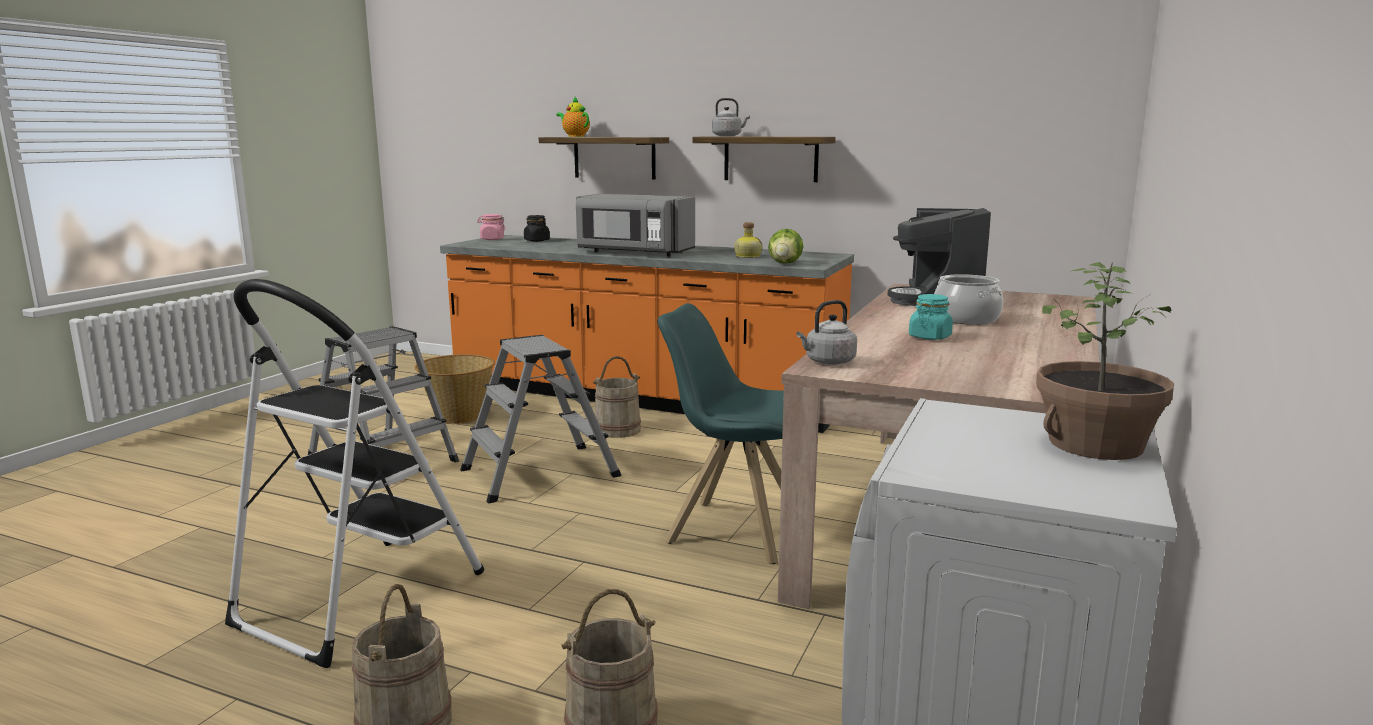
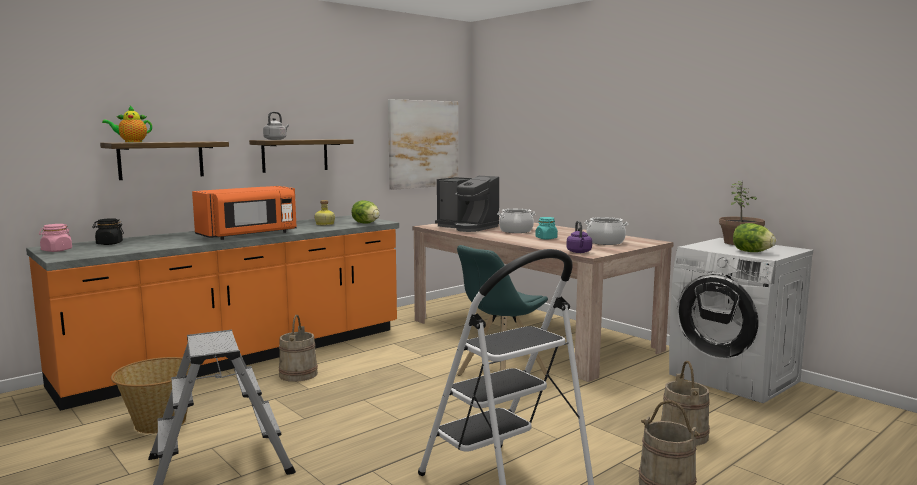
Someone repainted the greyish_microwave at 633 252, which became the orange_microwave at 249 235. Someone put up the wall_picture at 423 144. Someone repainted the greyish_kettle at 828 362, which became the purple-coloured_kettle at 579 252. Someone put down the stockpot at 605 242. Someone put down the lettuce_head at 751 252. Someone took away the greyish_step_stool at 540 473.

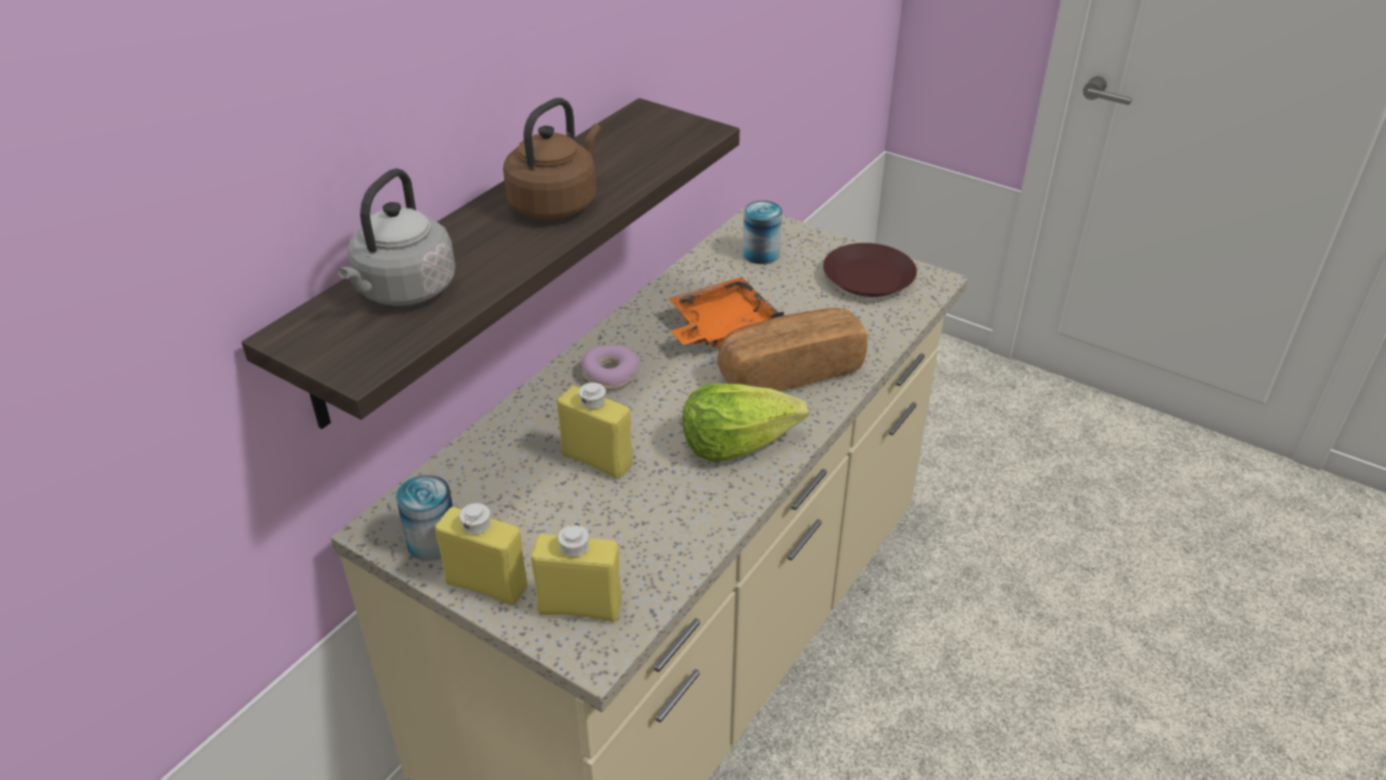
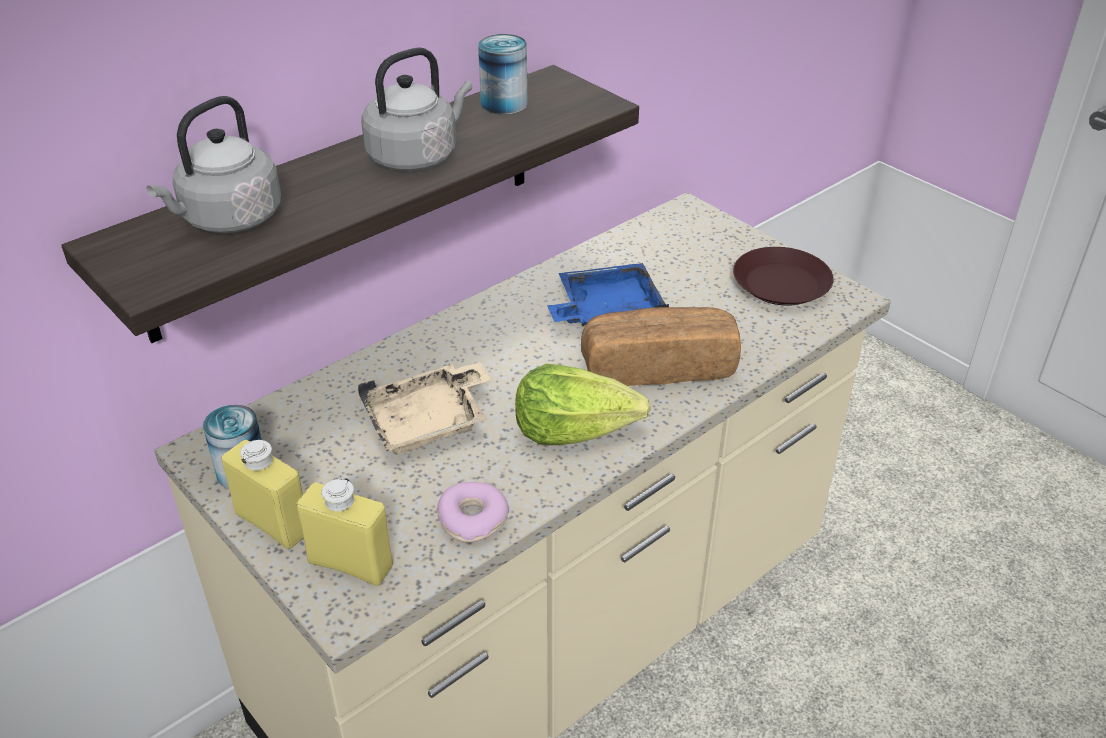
Someone swapped the yellow-coloured_drink_bottle at 597 460 for the sand-coloured_serving_tray at 428 422. Someone repainted the brown_kettle at 556 203, which became the greyish_kettle at 417 156. Someone carried the doughnut from 610 374 to 472 519. Someone carried the can from 761 254 to 504 103. Someone repainted the orange_serving_tray at 721 327, which became the blue-coloured_serving_tray at 606 311.

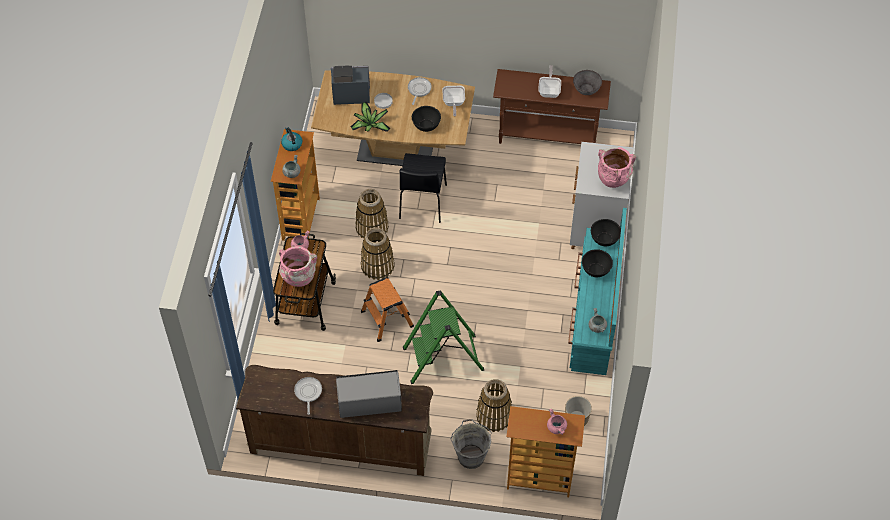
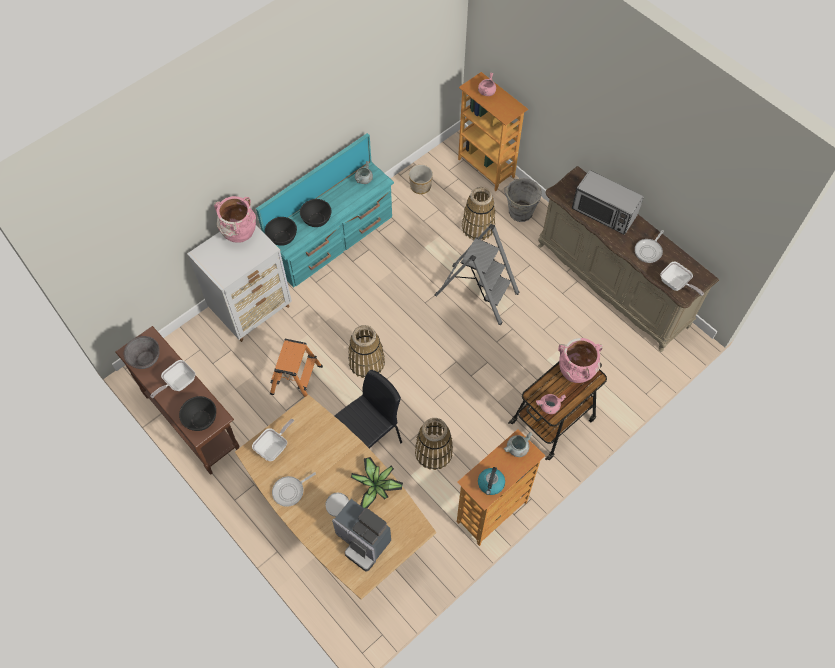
Someone carried the black-coloured_serving_bowl from 426 125 to 201 419. Someone carried the orange_step_stool from 387 319 to 296 379. Someone carried the storage_basket from 377 266 to 366 362. Someone repainted the green-coloured_step_stool at 444 358, which became the greyish_step_stool at 476 293. Someone put down the pan at 676 284.

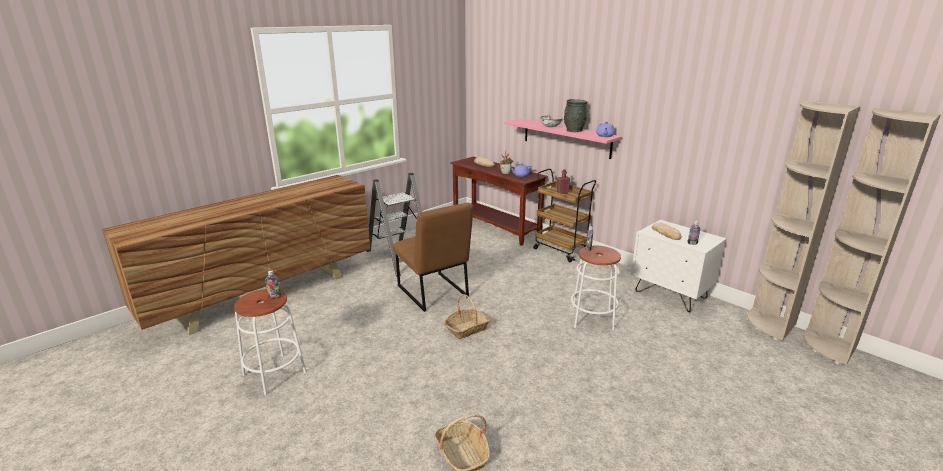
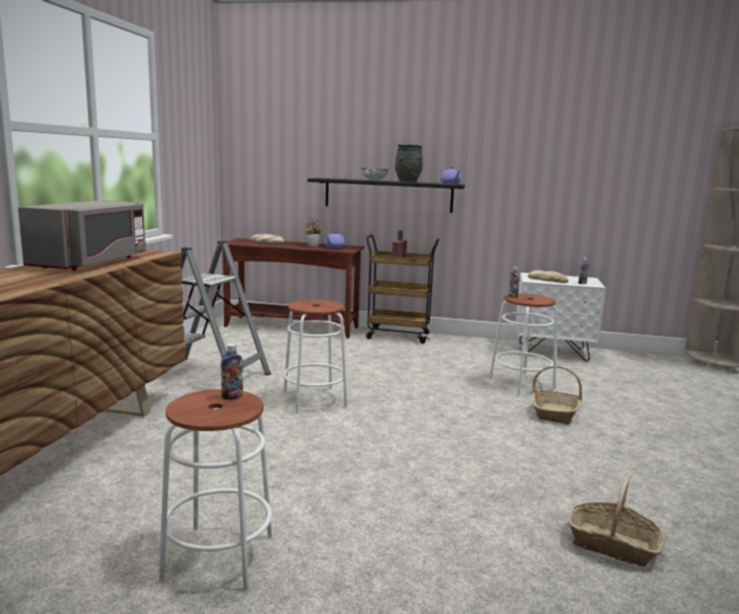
Someone put down the greyish_microwave at 91 263. Someone swapped the brown_upright_chair at 433 292 for the whitish_stool at 314 400. Someone repainted the pink-coloured_bracket_shelf at 566 138, which became the black-coloured_bracket_shelf at 388 195. Someone carried the storage_basket from 467 329 to 555 413. Someone took away the sand-coloured_bookshelf at 767 328.

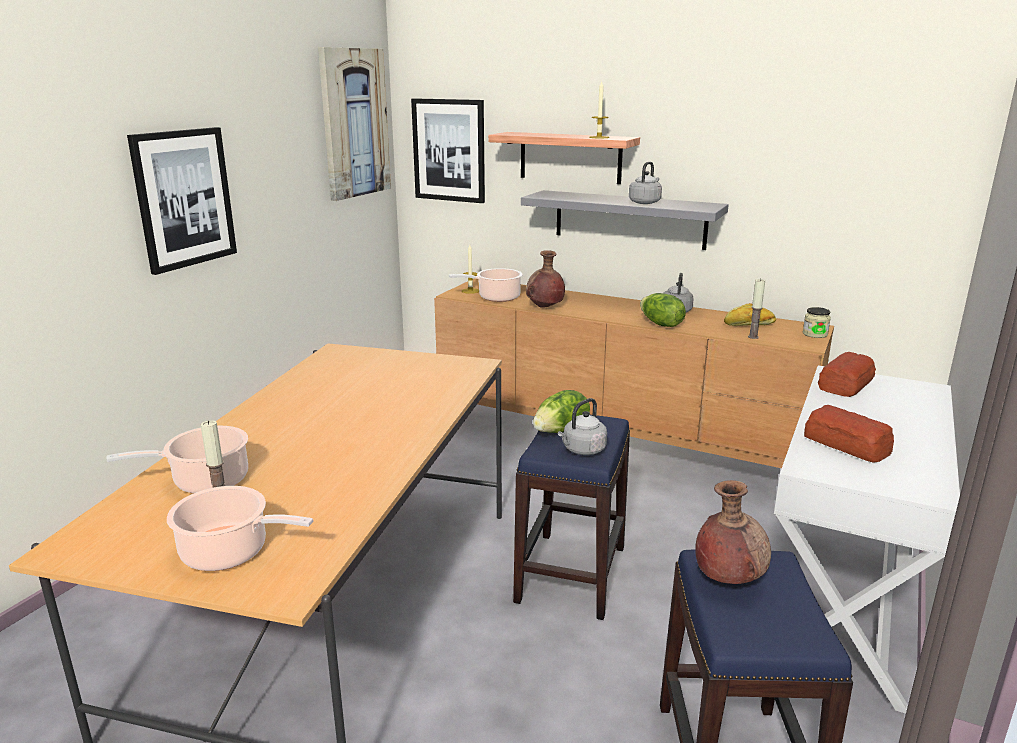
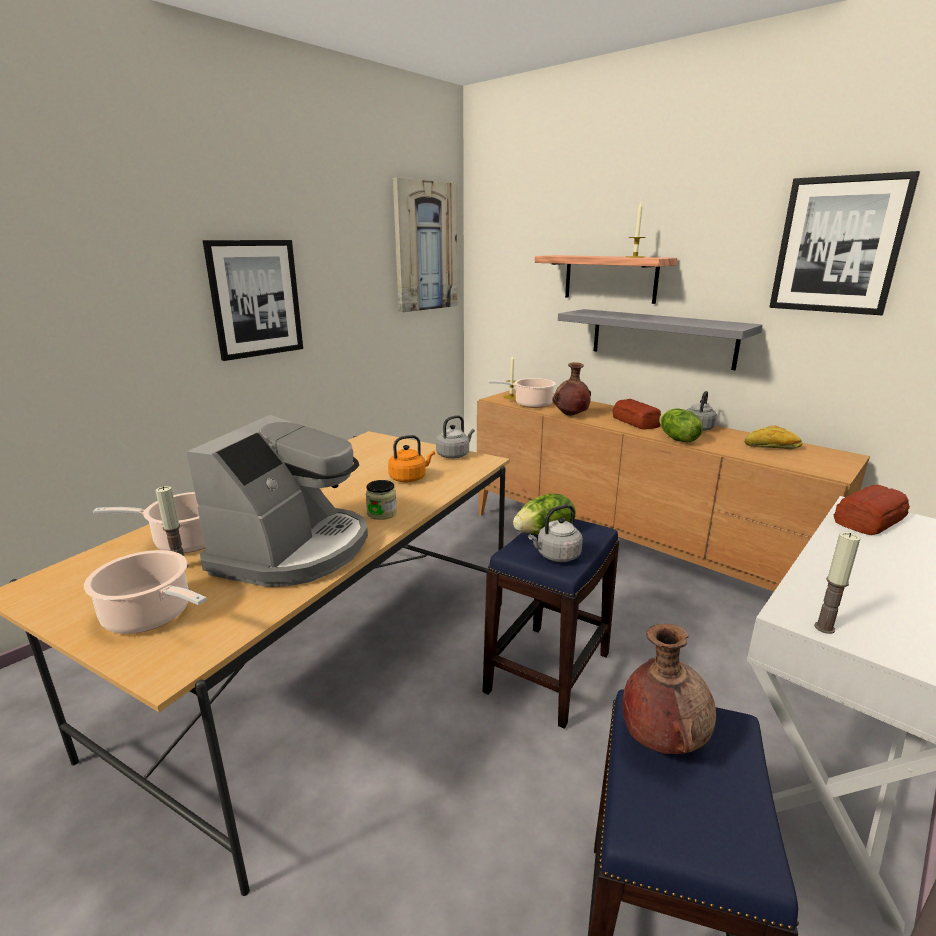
Someone put down the coffee_maker at 293 550. Someone carried the preserve_jar from 815 334 to 382 513. Someone put down the orange_kettle at 409 478. Someone carried the greyish_kettle from 645 202 to 454 455. Someone carried the bakery_bread from 847 445 to 636 422. Someone carried the wall_picture from 449 150 to 838 245. Someone carried the wax_candle from 753 337 to 824 628.

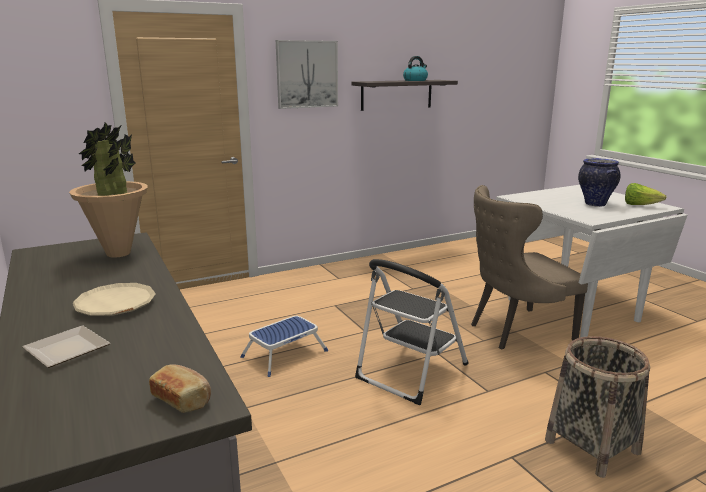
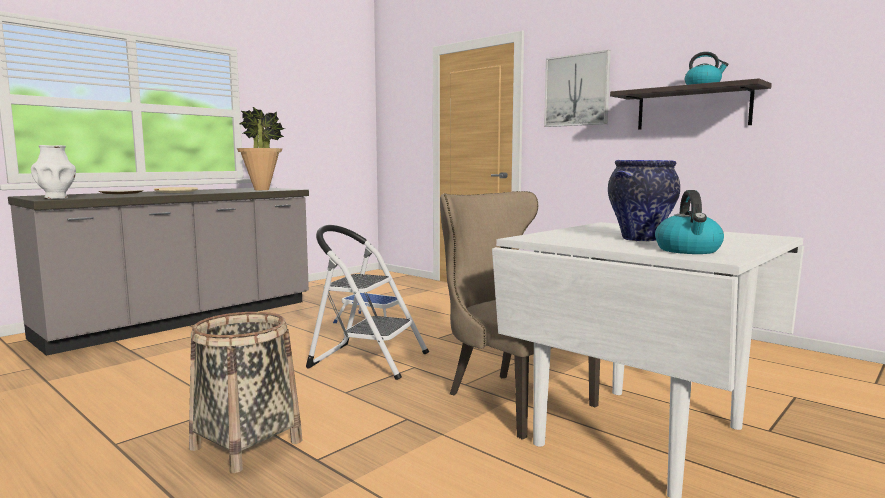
Someone swapped the bakery_bread at 182 399 for the whitish_decorative_vase at 56 198. Someone swapped the lettuce_head at 640 205 for the kettle at 688 250.

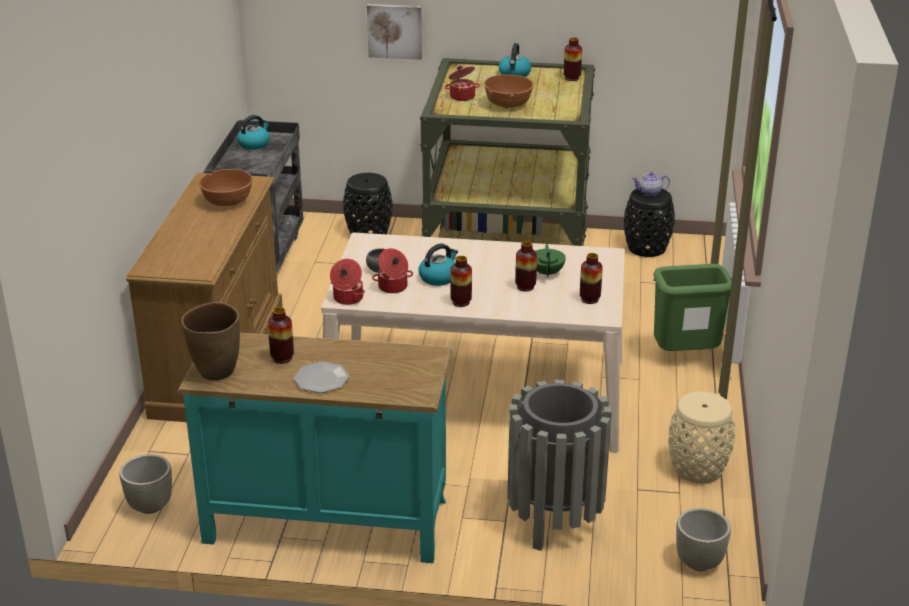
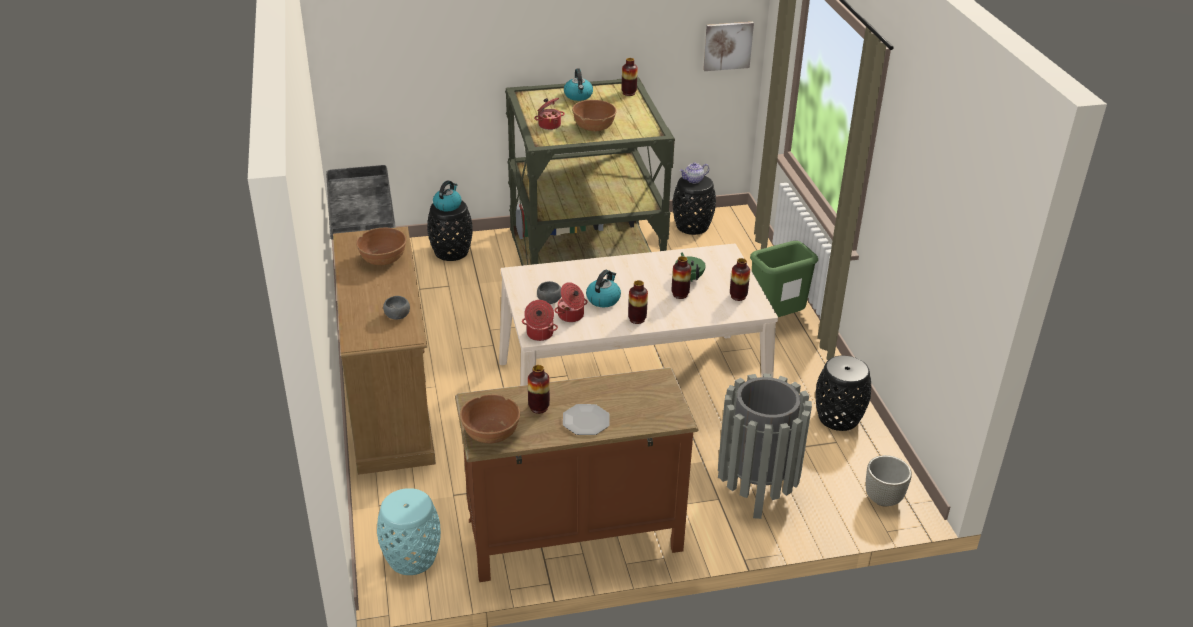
Someone swapped the greyish_plant_pot at 149 506 for the blue-green_stool at 411 558. Someone put down the greyish_serving_bowl at 396 316. Someone carried the kettle from 254 144 to 447 205. Someone repainted the blue-green_dresser at 327 519, which became the brown_dresser at 573 533. Someone swapped the brown_decorative_vase at 216 372 for the brown_serving_bowl at 490 434. Someone carried the wall_picture from 395 31 to 727 45. Someone repainted the sand-coloured_stool at 697 469, which became the black-coloured_stool at 838 418.

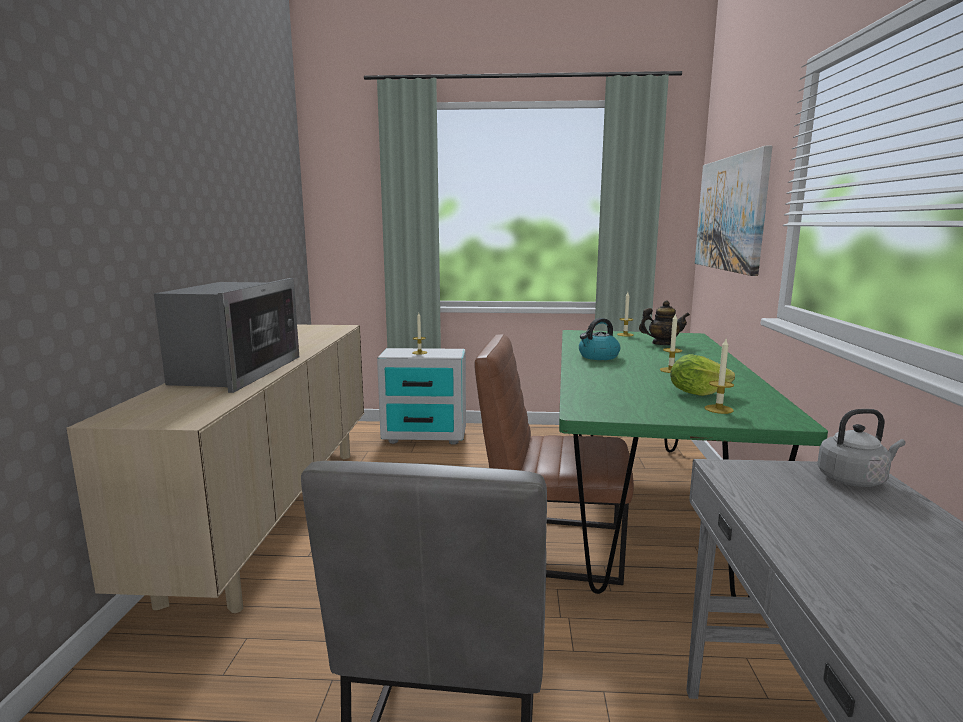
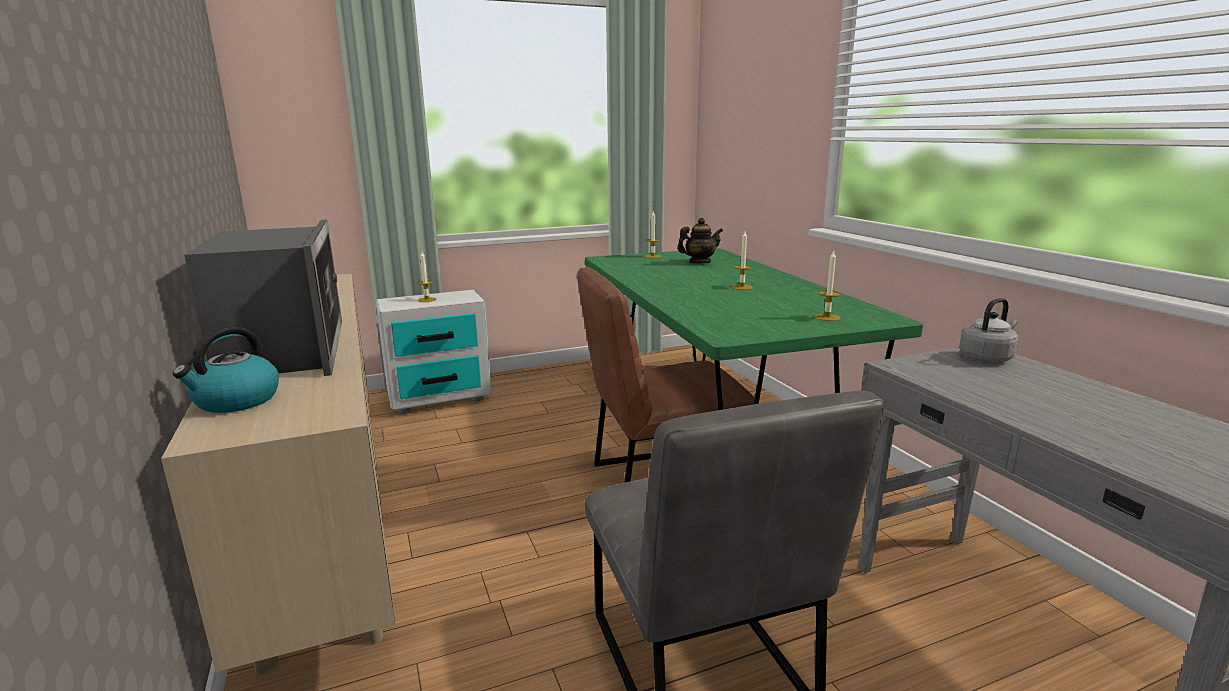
Someone carried the kettle from 598 357 to 236 401. Someone took away the lettuce_head at 696 393. Someone took away the wall_picture at 730 214.

